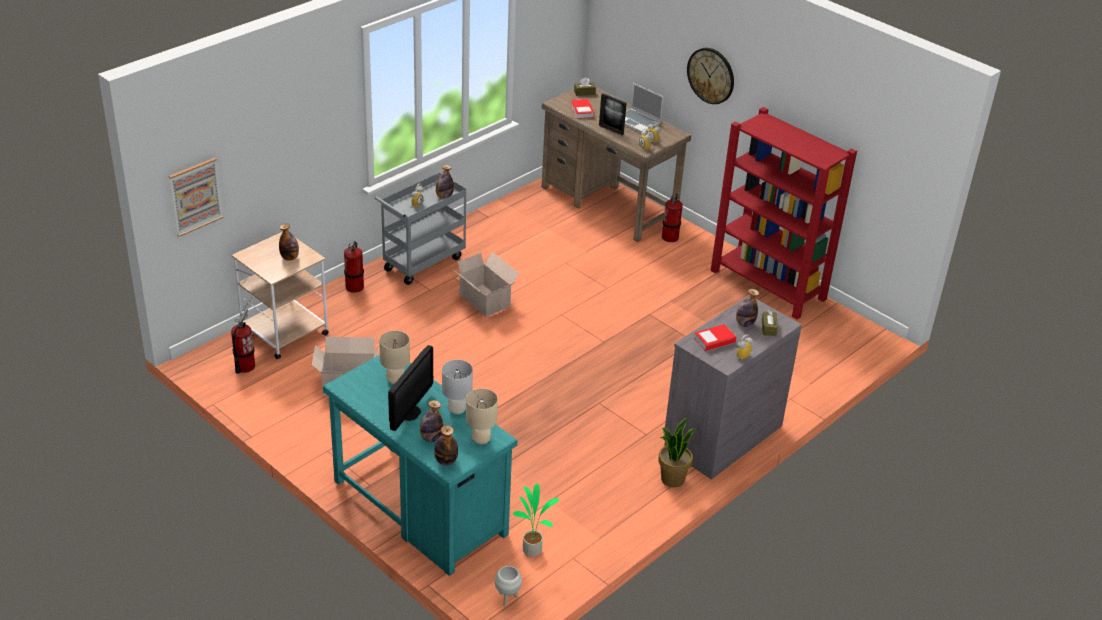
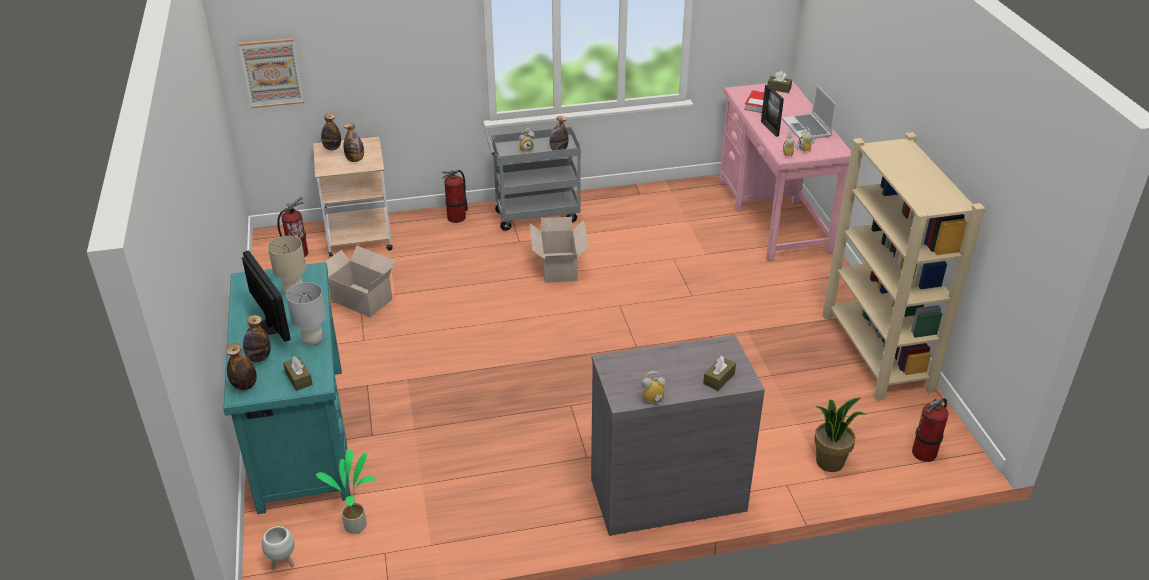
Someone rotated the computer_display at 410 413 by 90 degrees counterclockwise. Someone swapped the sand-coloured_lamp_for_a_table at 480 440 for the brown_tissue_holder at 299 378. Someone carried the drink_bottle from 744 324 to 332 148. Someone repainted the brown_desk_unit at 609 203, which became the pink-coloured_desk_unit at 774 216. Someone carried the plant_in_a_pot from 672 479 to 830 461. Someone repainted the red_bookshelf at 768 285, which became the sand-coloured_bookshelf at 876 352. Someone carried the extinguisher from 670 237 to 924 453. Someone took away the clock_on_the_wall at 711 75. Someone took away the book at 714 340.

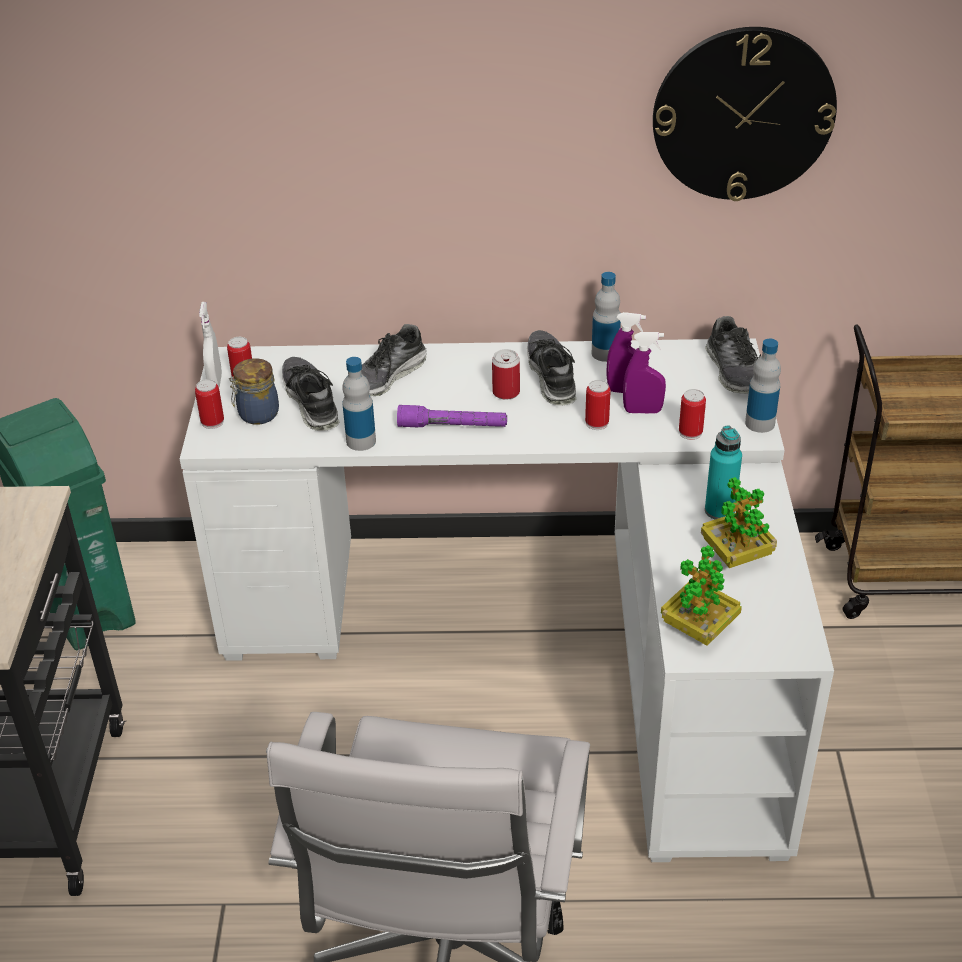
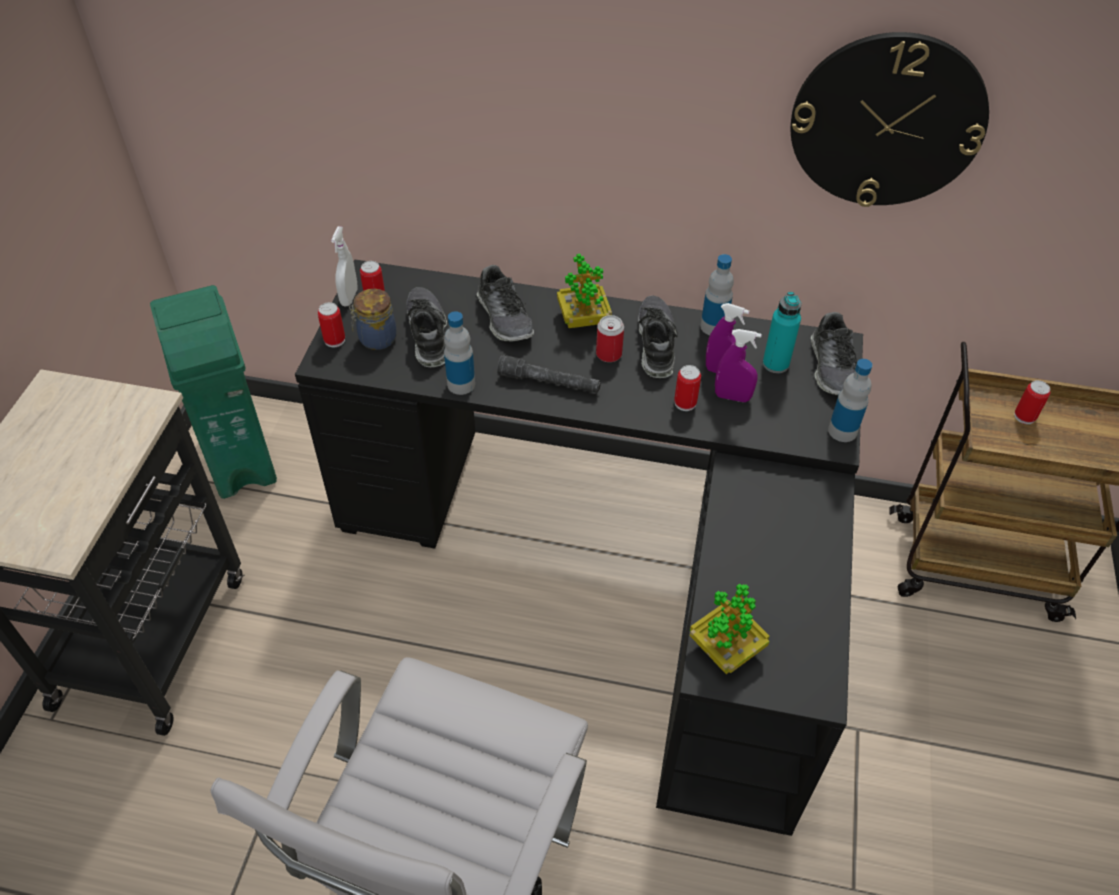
Someone repainted the whitish_desk_unit at 540 638, which became the black-coloured_desk_unit at 617 562. Someone rotated the low_shoe at 388 376 by 75 degrees counterclockwise. Someone repainted the purple-coloured_flashlight at 452 426, which became the greyish_flashlight at 549 382. Someone carried the plant_in_a_pot from 736 555 to 583 319. Someone carried the blue-green_drink_bottle from 719 511 to 775 364. Someone carried the can from 690 432 to 1024 416.

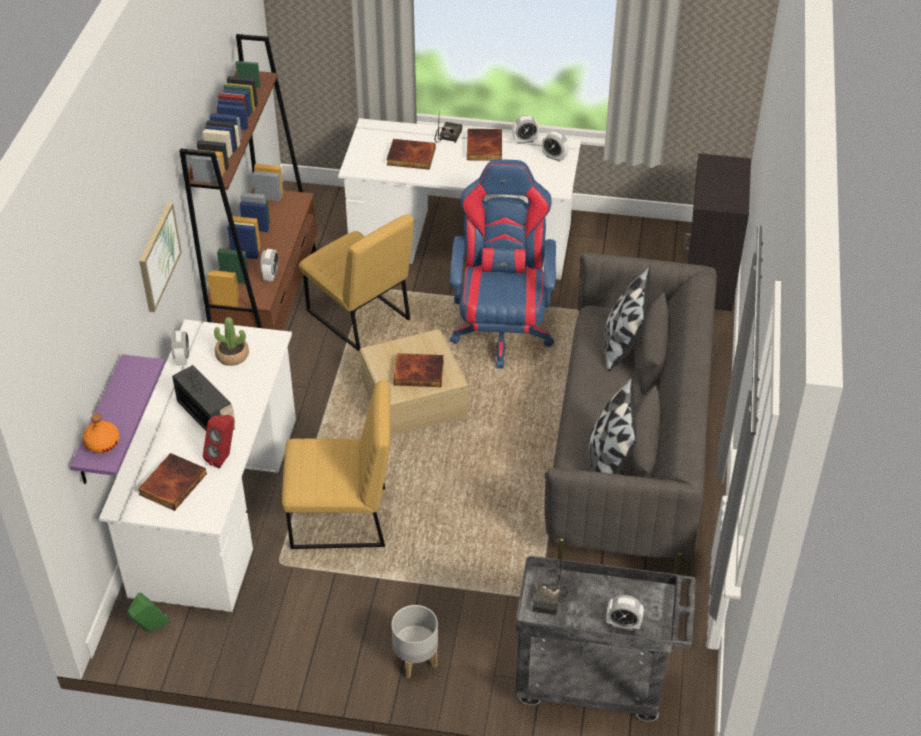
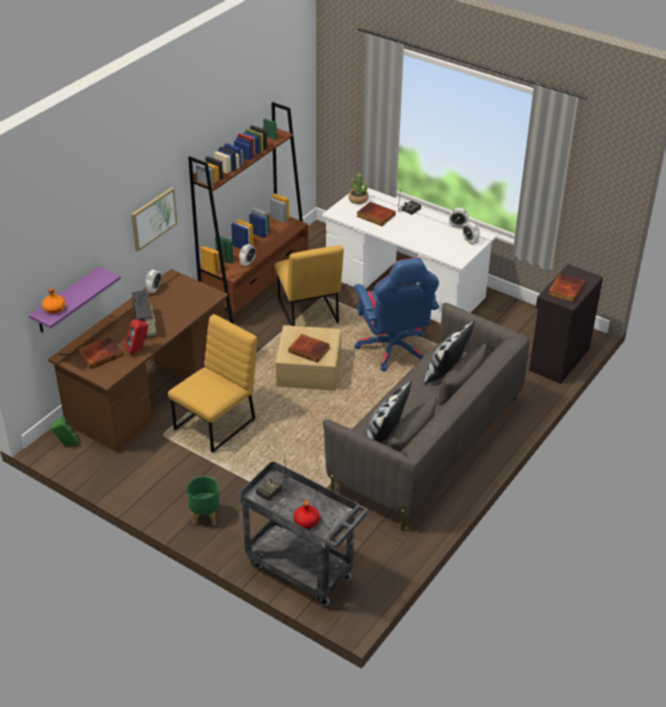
Someone repainted the whitish_desk_unit at 215 505, which became the brown_desk_unit at 148 390. Someone rotated the yellow-coloured_upright_chair at 342 518 by 75 degrees counterclockwise. Someone repainted the greyish_plant_pot at 415 660, which became the green-coloured_plant_pot at 204 517. Someone swapped the bedside_clock at 623 624 for the red_drink_bottle at 306 521. Someone carried the plant_in_a_pot from 232 355 to 358 199. Someone rotated the blue-coloured_office_chair at 502 332 by 135 degrees clockwise. Someone carried the book from 483 147 to 565 289.

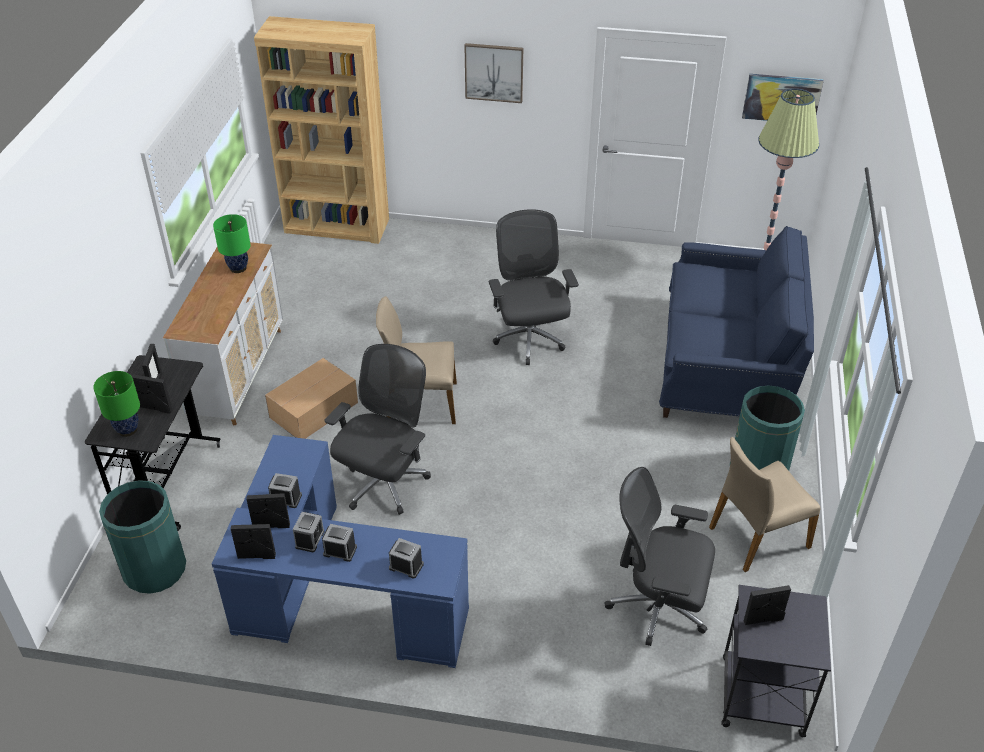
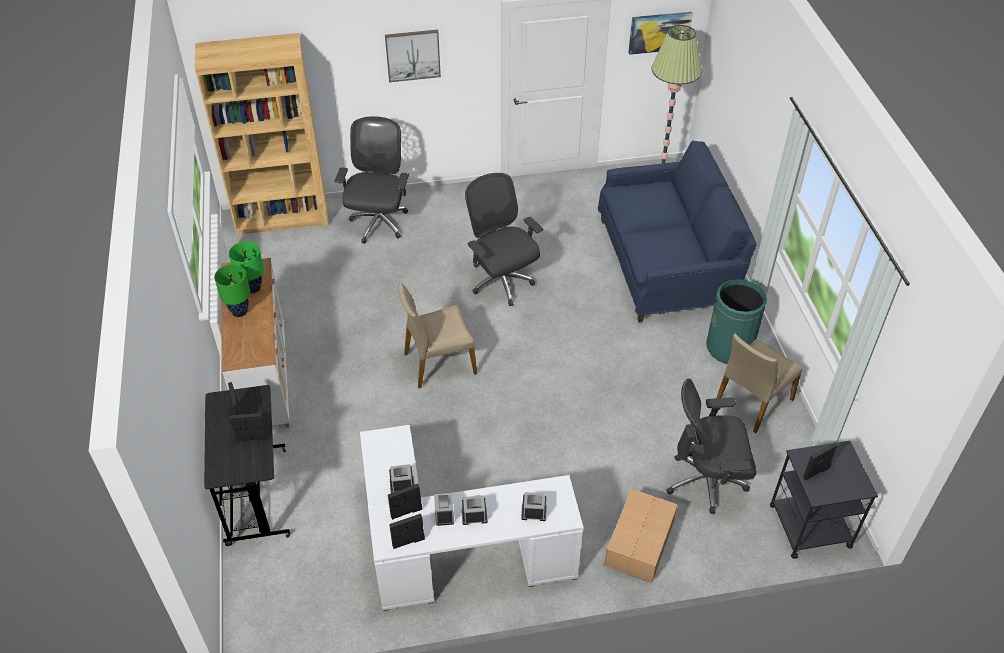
Someone carried the green-coloured_lamp_for_a_table from 127 430 to 239 311. Someone carried the office_chair from 386 484 to 379 223. Someone repainted the blue-coloured_desk_unit at 333 596, which became the whitish_desk_unit at 451 552. Someone carried the packing_box from 315 409 to 640 542. Someone took away the green-coloured_trash_can at 154 569.

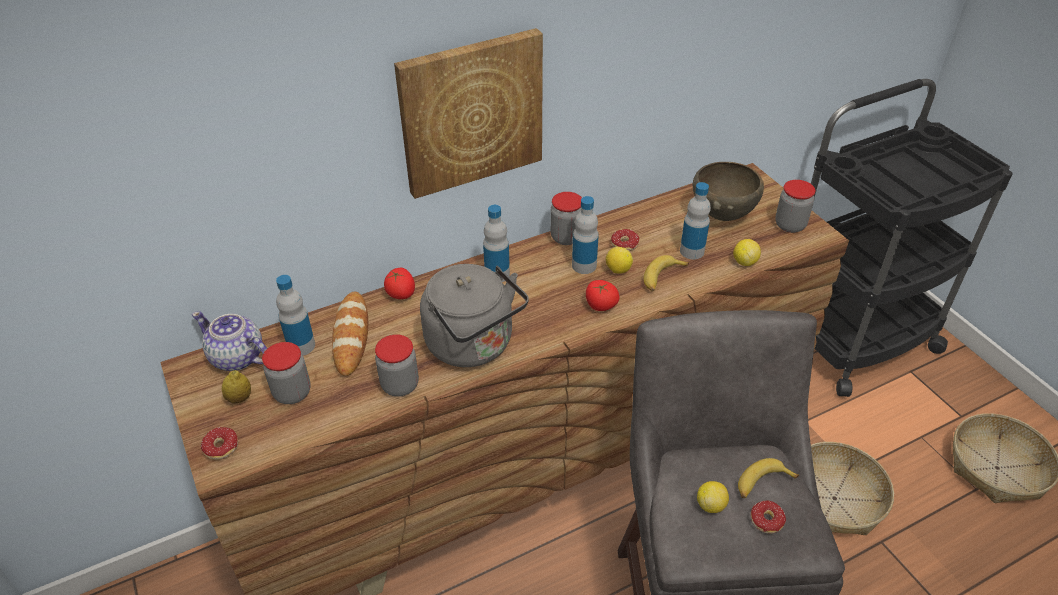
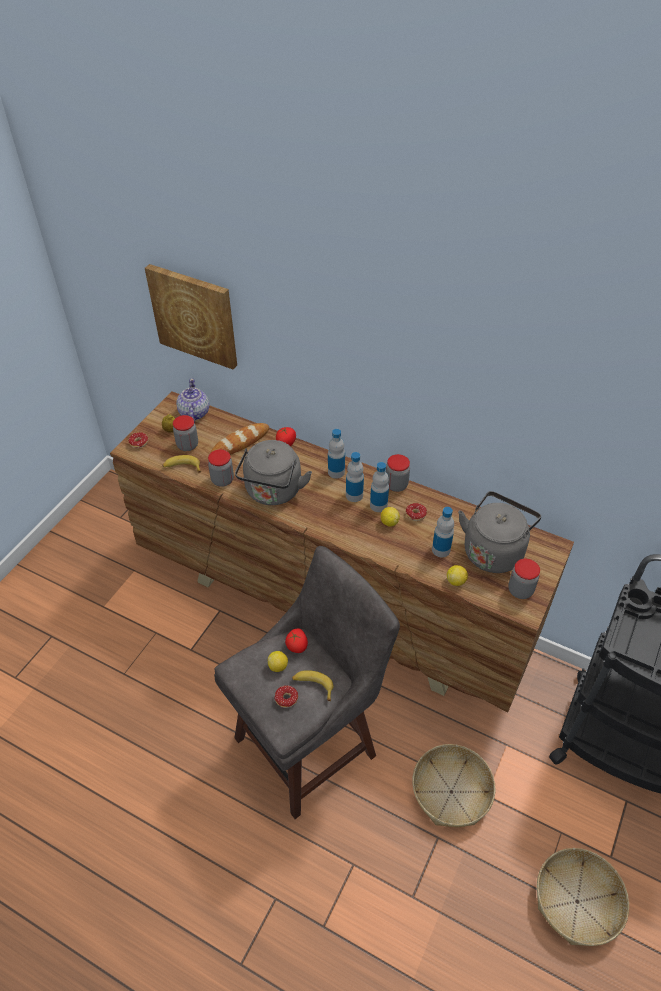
Someone carried the wall_picture from 471 112 to 194 315. Someone carried the banana from 662 278 to 182 467. Someone carried the fresh_tomato from 600 305 to 297 646. Someone carried the drink_bottle from 301 346 to 354 495. Someone swapped the brown_serving_bowl at 723 216 for the greyish_kettle at 494 550.

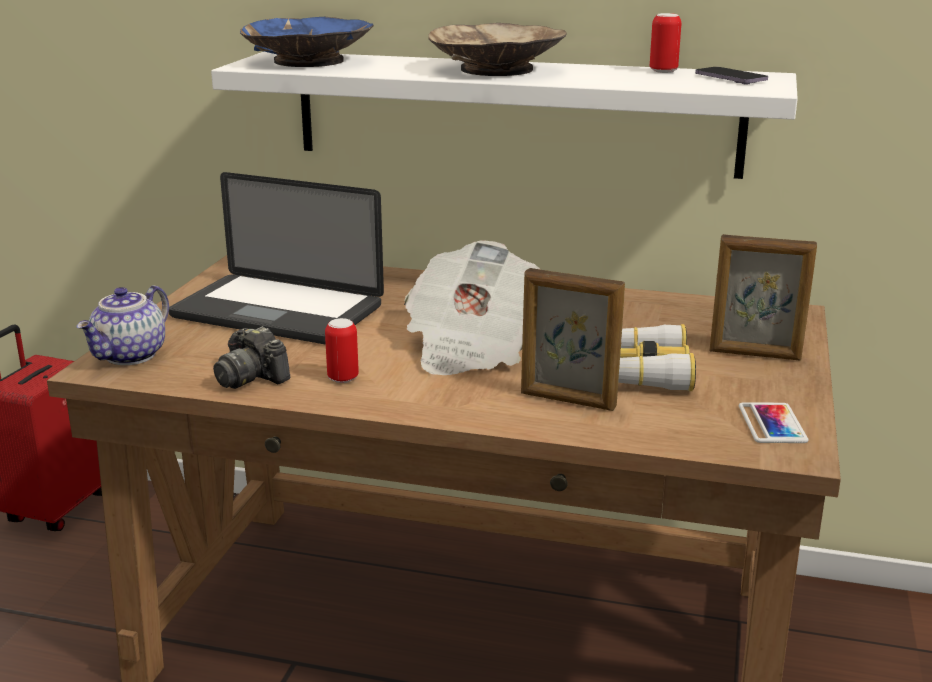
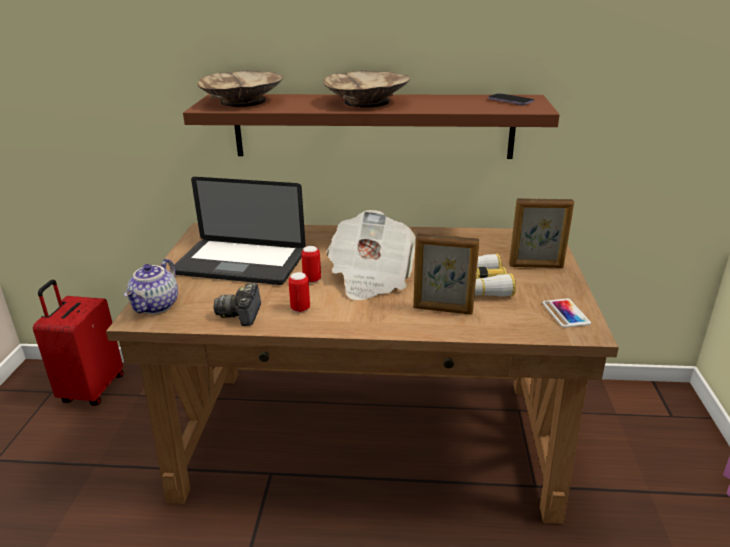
Someone repainted the whitish_bracket_shelf at 514 113, which became the brown_bracket_shelf at 372 126. Someone repainted the blue-coloured_serving_bowl at 309 61, which became the sand-coloured_serving_bowl at 243 101. Someone rotated the still_camera at 251 377 by 60 degrees clockwise. Someone carried the can from 663 71 to 312 280.

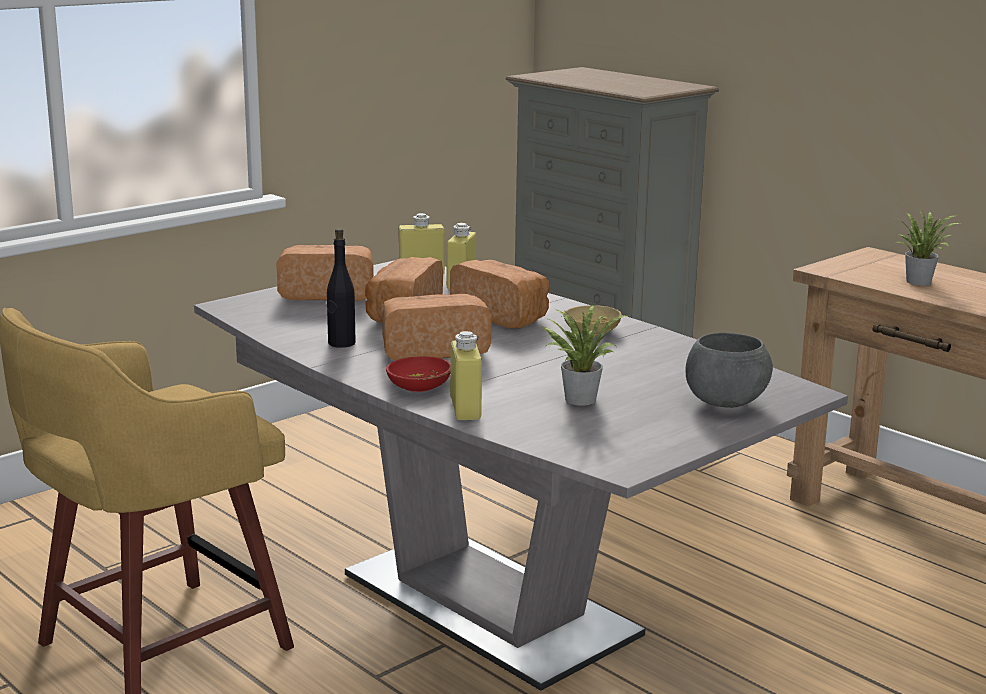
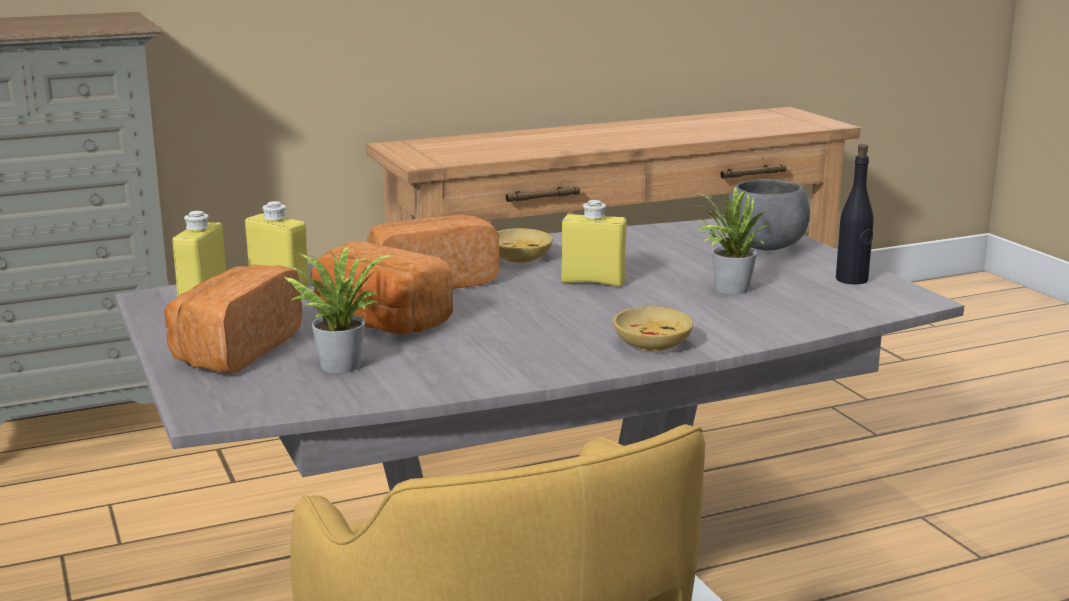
Someone carried the plant_in_a_pot from 920 281 to 338 364. Someone carried the yellow-coloured_drink_bottle from 465 409 to 593 282. Someone repainted the red_serving_bowl at 419 386, which became the sand-coloured_serving_bowl at 653 343. Someone carried the black-coloured_drink_bottle from 341 343 to 852 280. Someone took away the bakery_bread at 432 350.

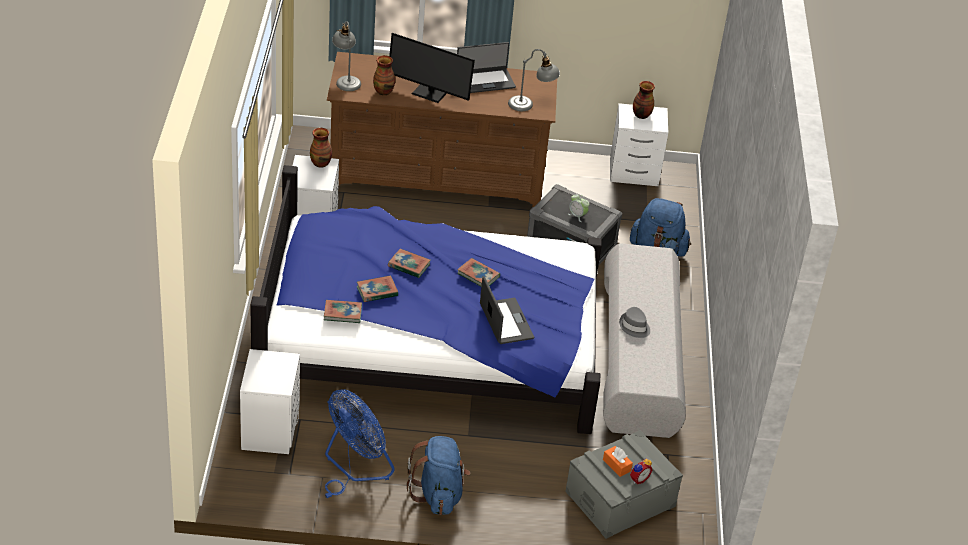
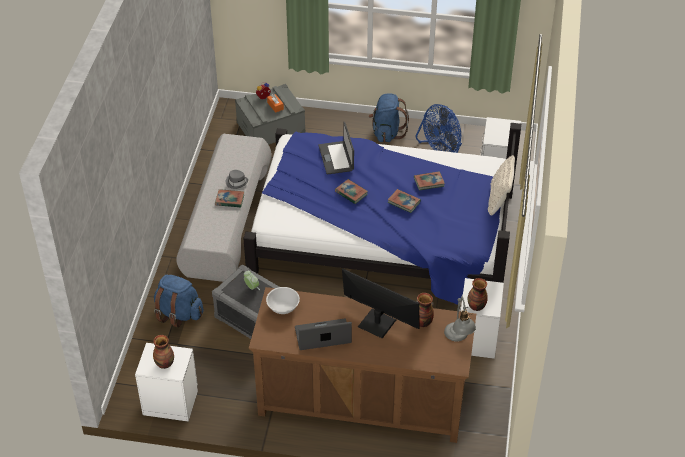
Someone carried the book from 342 313 to 230 200. Someone swapped the greyish_lamp_for_a_table at 531 103 for the whitish_serving_bowl at 283 307. Someone put down the sand-coloured_throw_pillow at 499 201.

